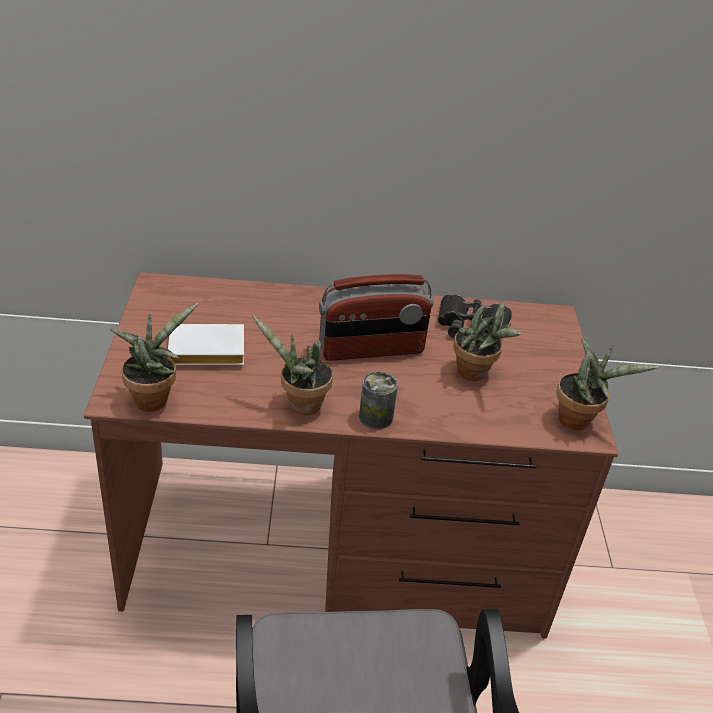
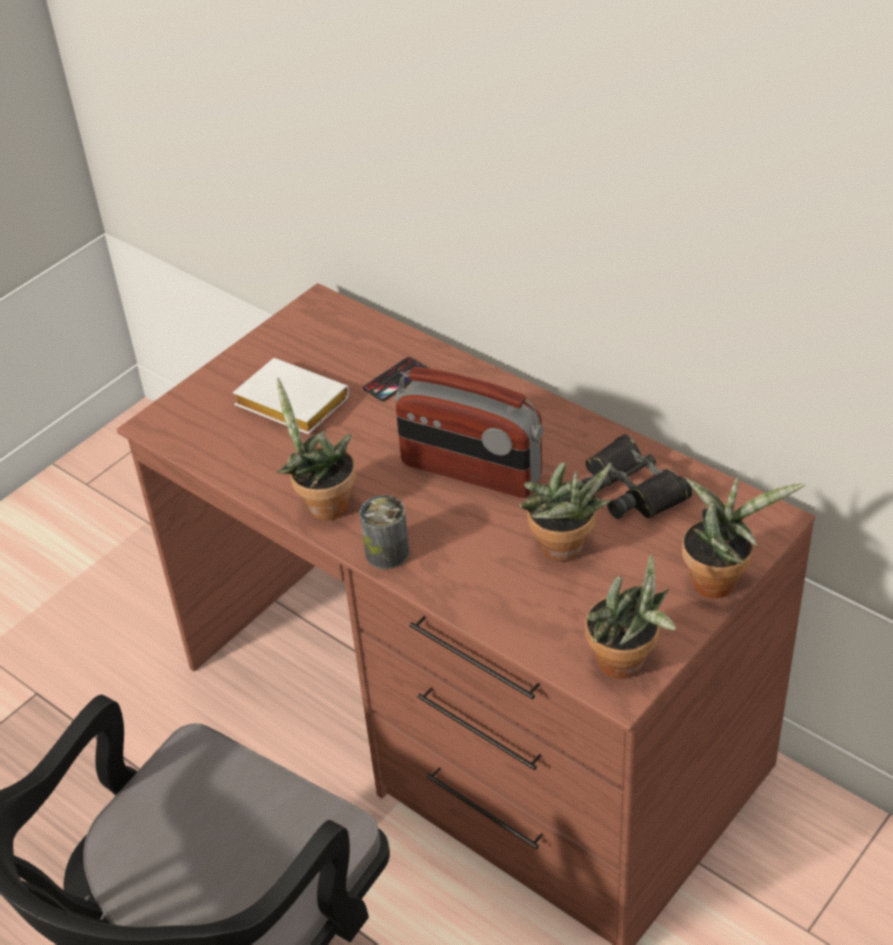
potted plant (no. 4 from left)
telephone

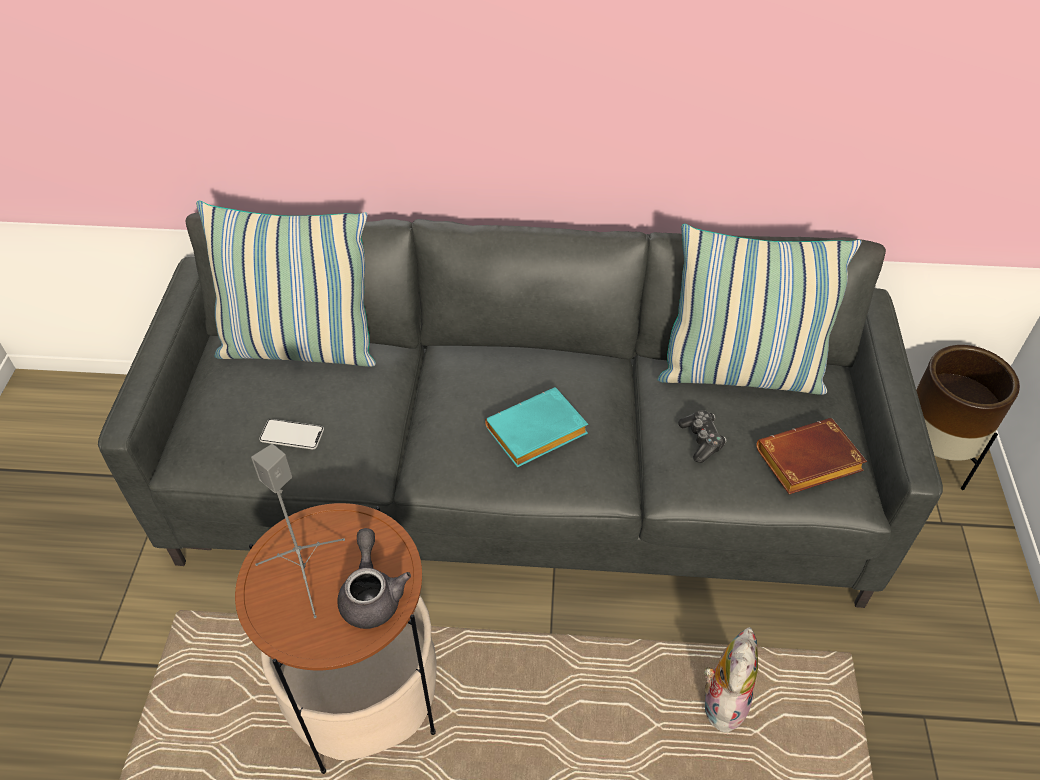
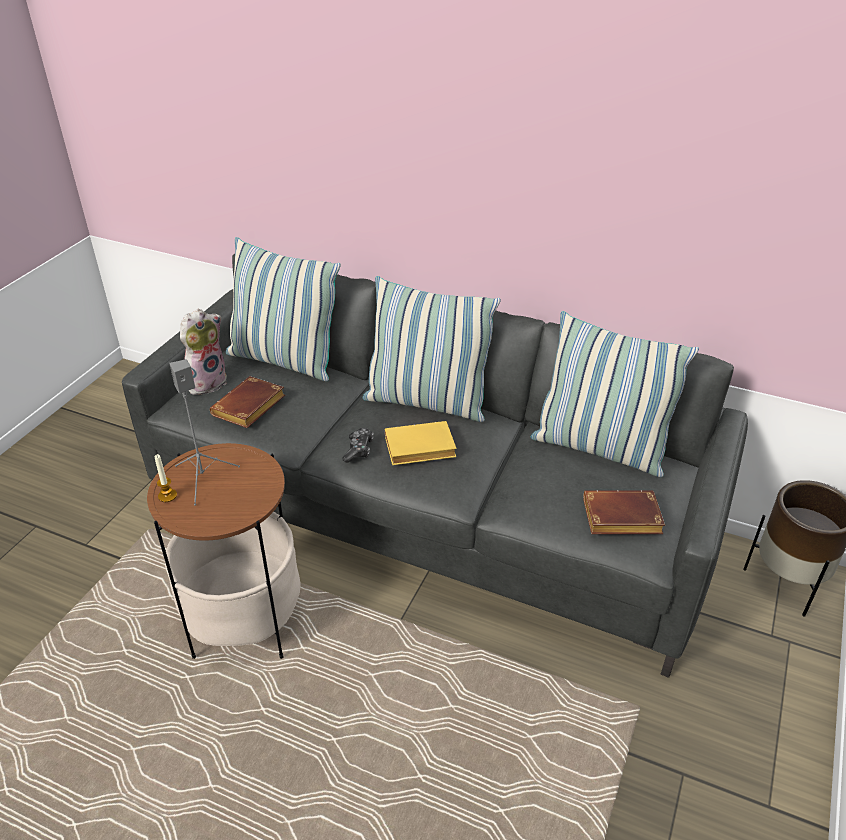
yellow bound book
joypad
brownish bound book (no. 1 from left)
gray teapot
cuddly toy
throw pillow (no. 2 from left)
wax light

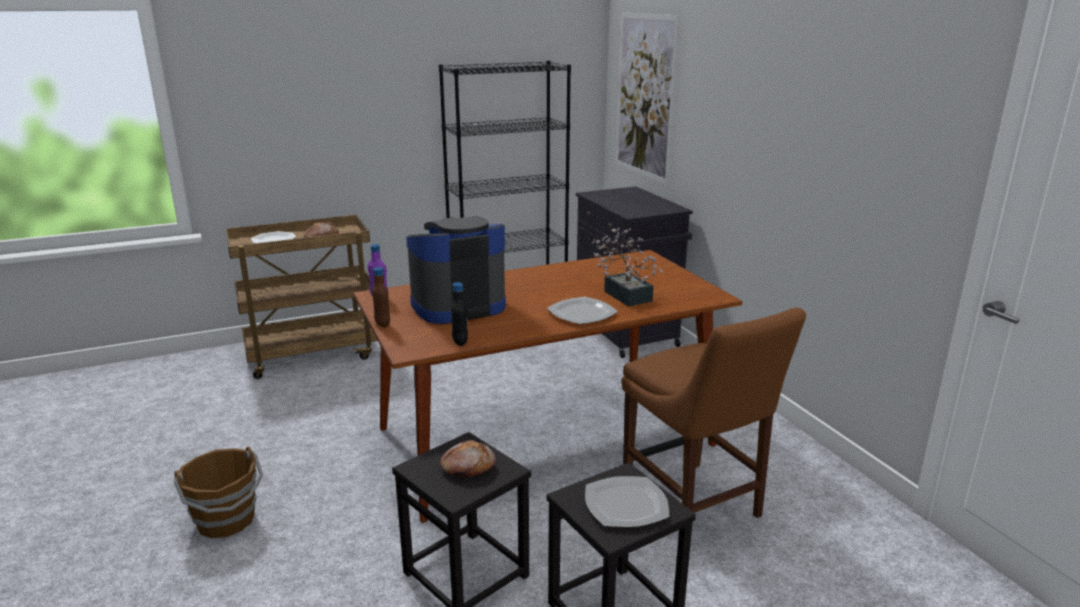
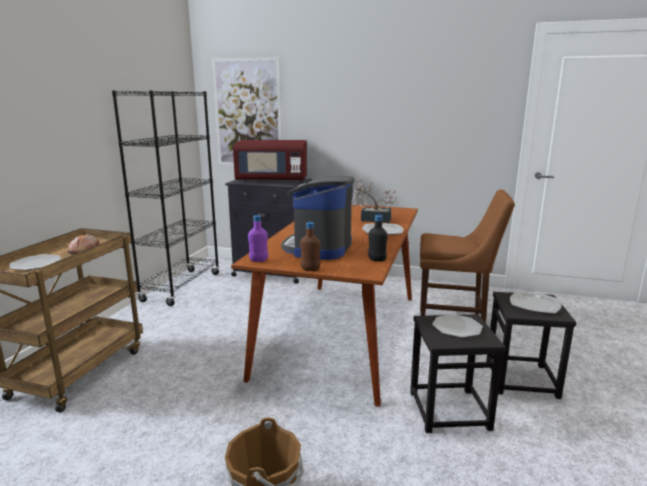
plate (no. 3 from left)
reddish microwave oven

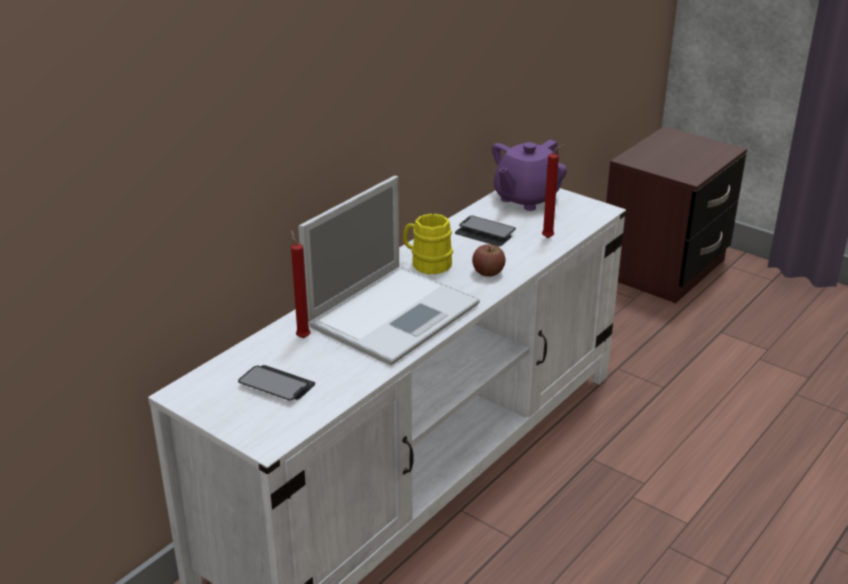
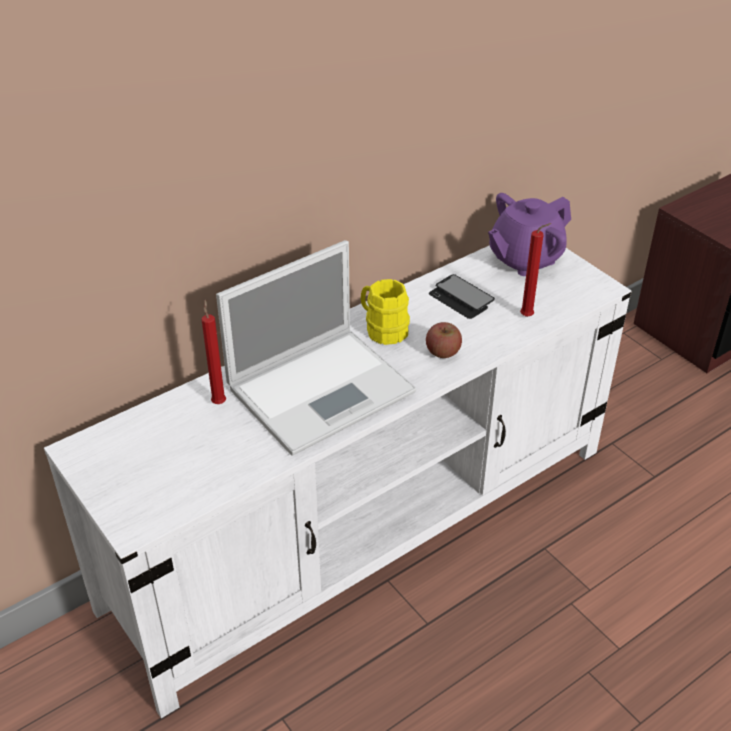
telephone (no. 1 from left in the first image)

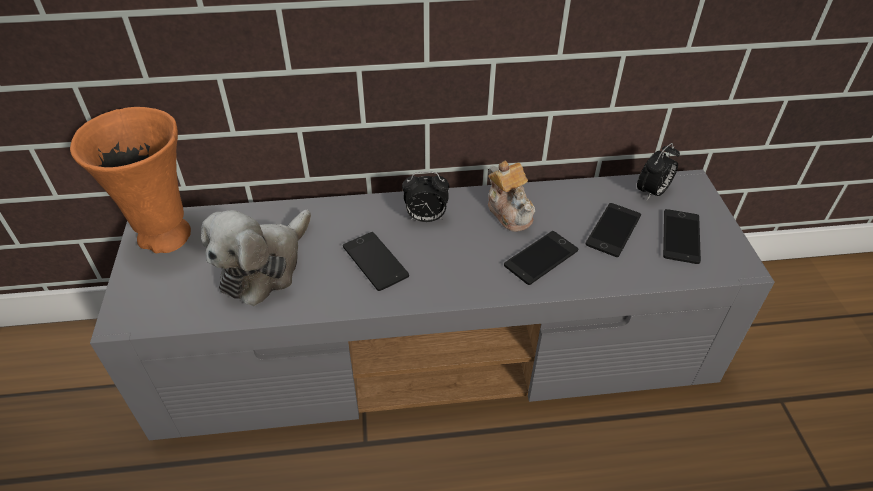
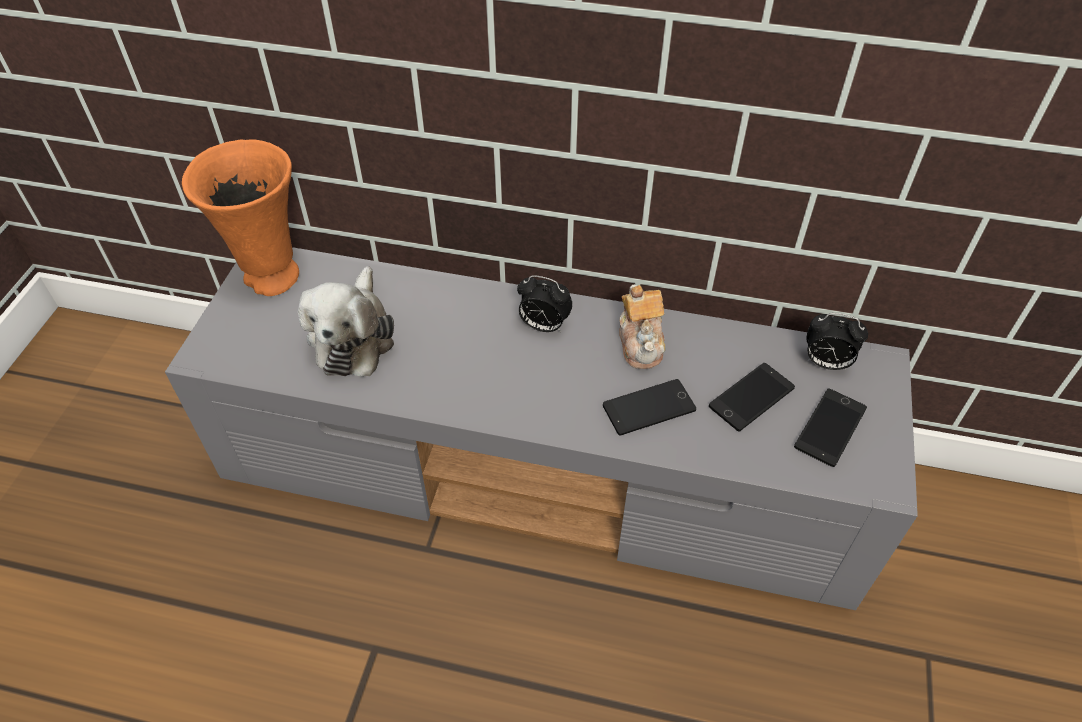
bedside clock (no. 2 from left)
cuddly toy
telephone (no. 1 from left in the first image)

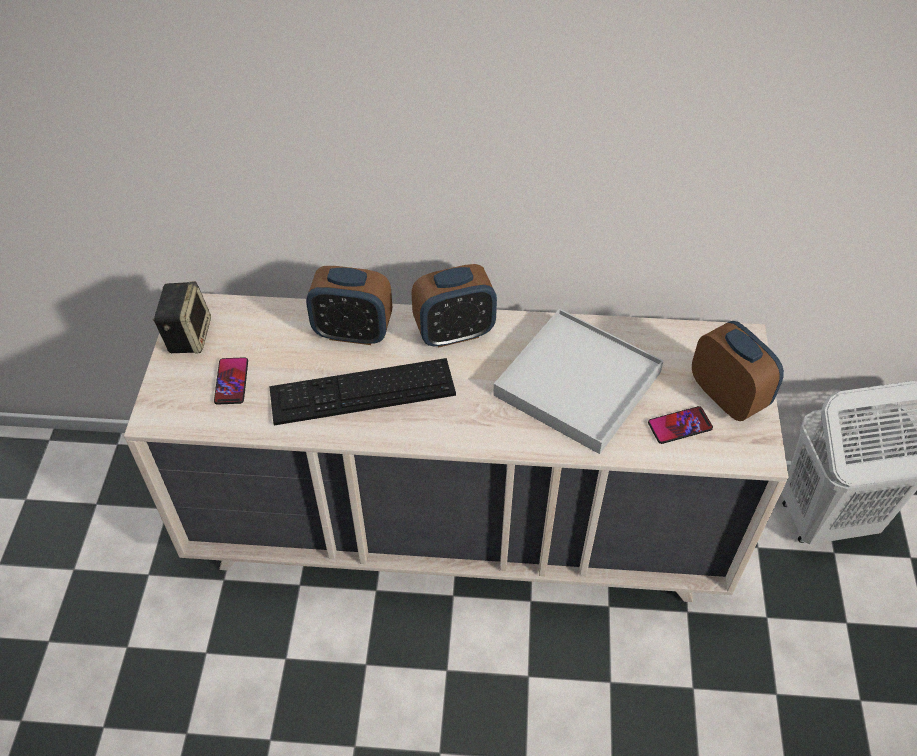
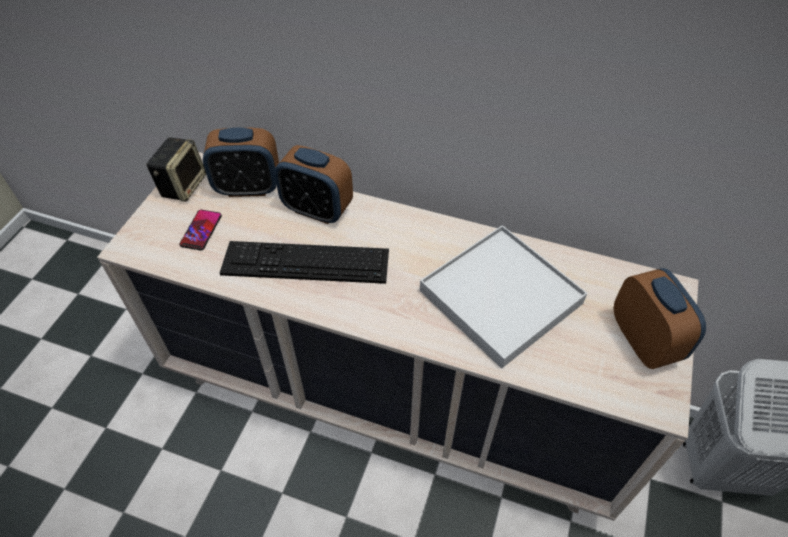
bedside clock (no. 1 from left)
telephone (no. 2 from left in the first image)

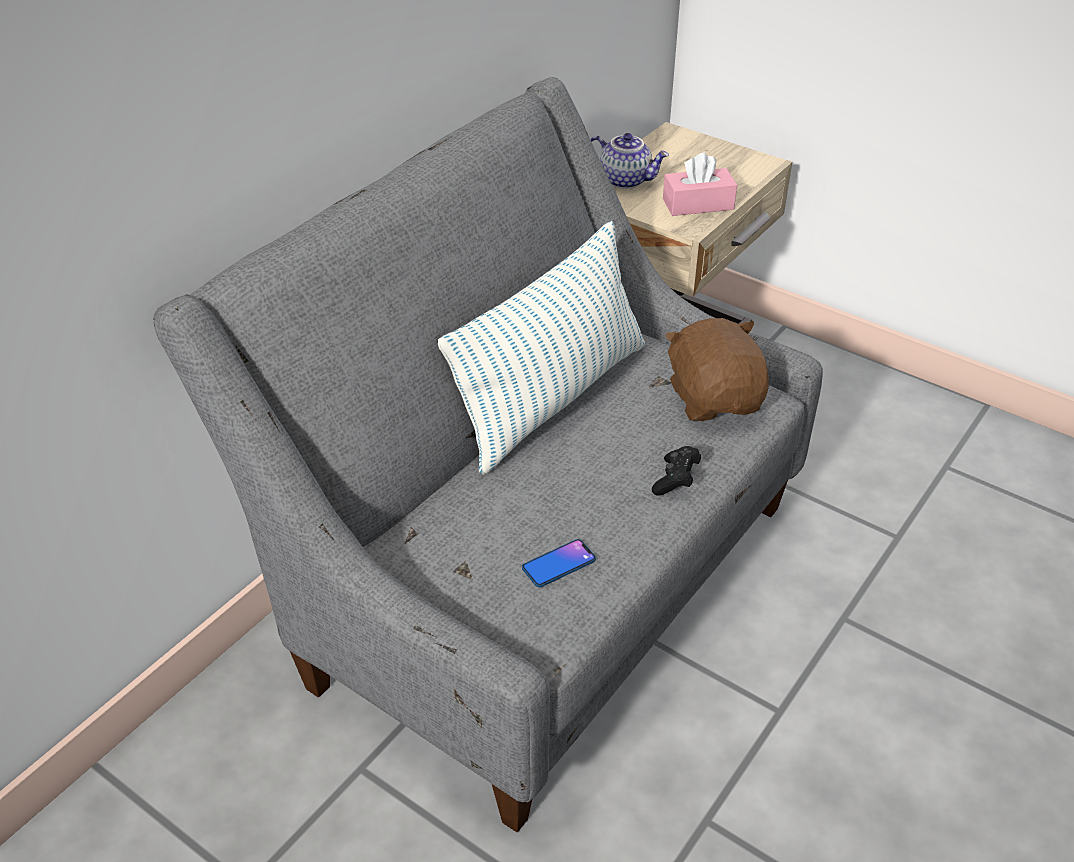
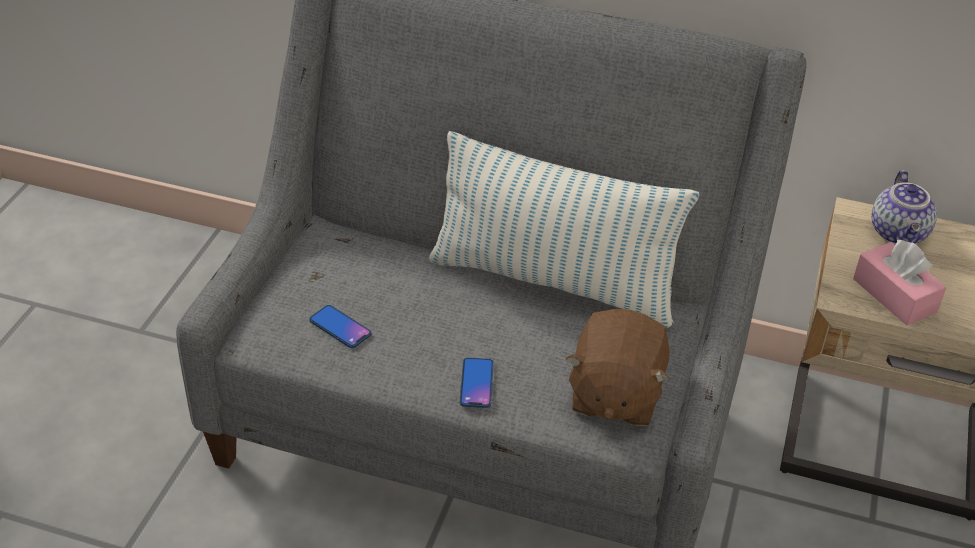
brownish cuddly toy
telephone (no. 2 from left)

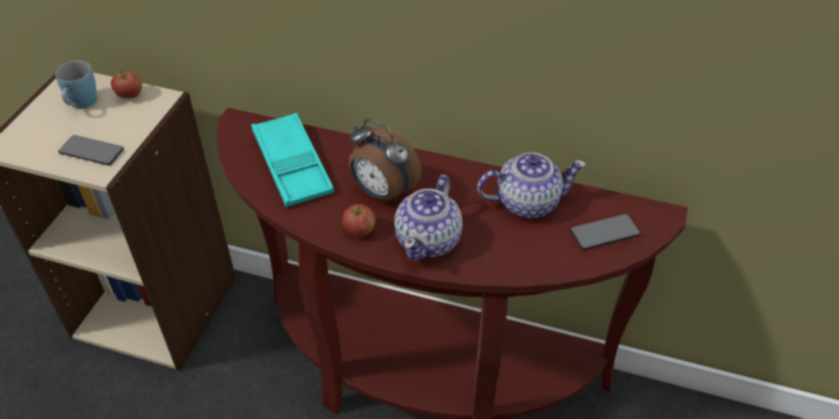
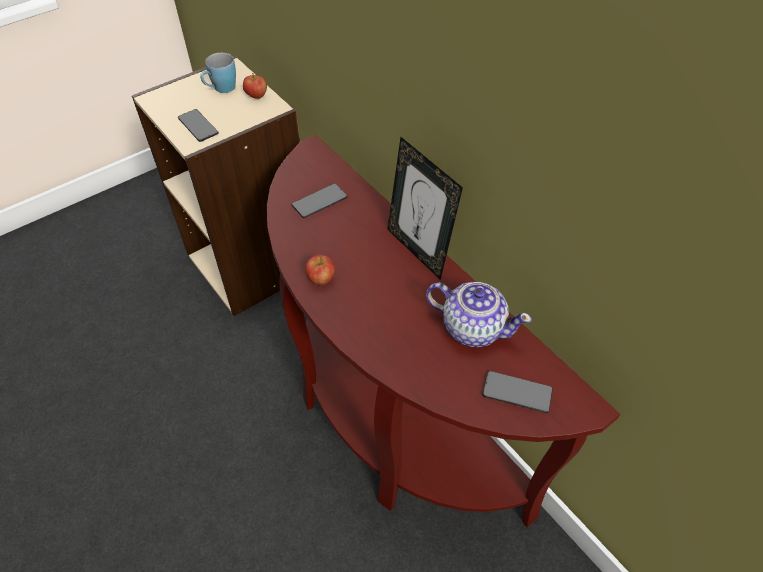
telephone (no. 2 from left)
bedside clock
teapot (no. 1 from left in the first image)
standing frame

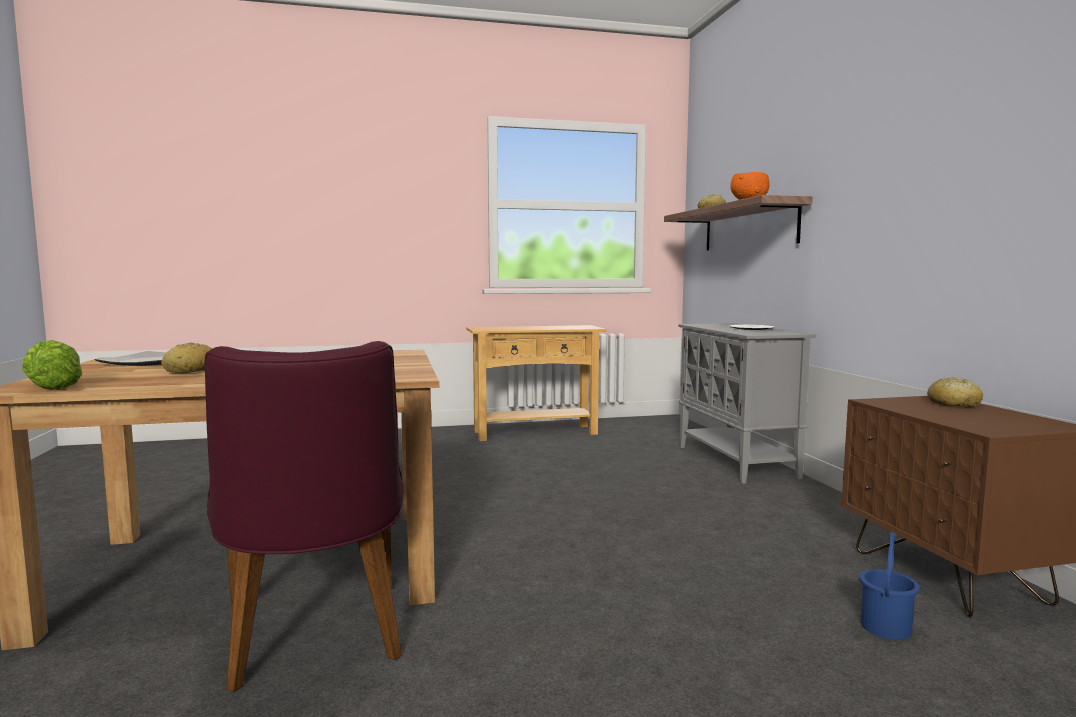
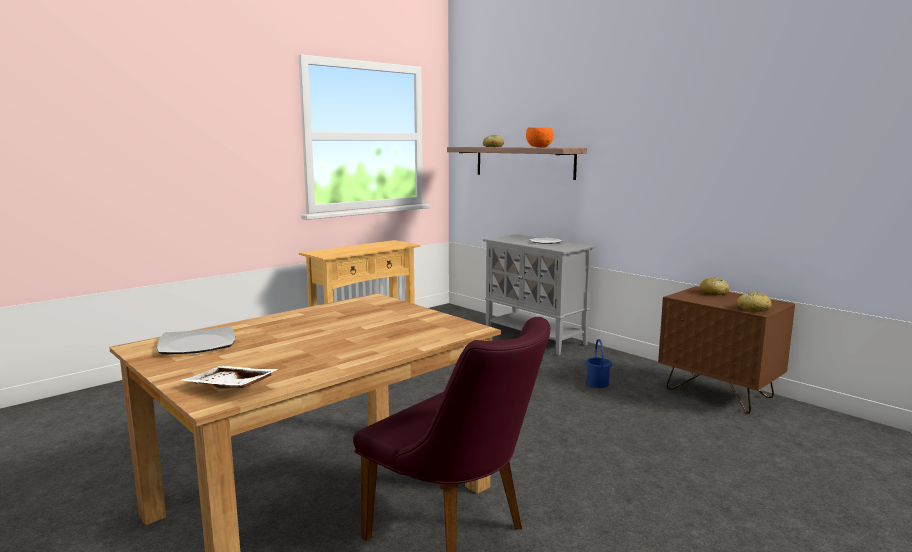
whitish carrying tray
bakery bread (no. 3 from left)
bluish water bucket

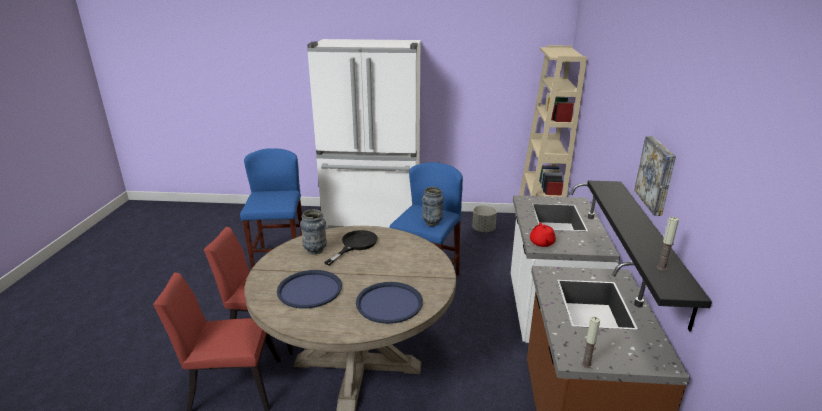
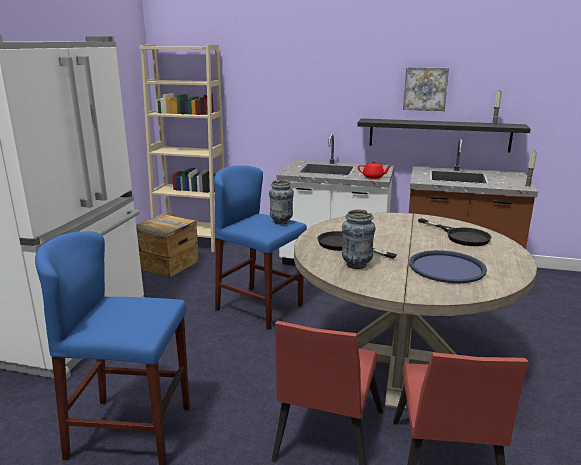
packing crate
blackish skillet (no. 2 from left)

